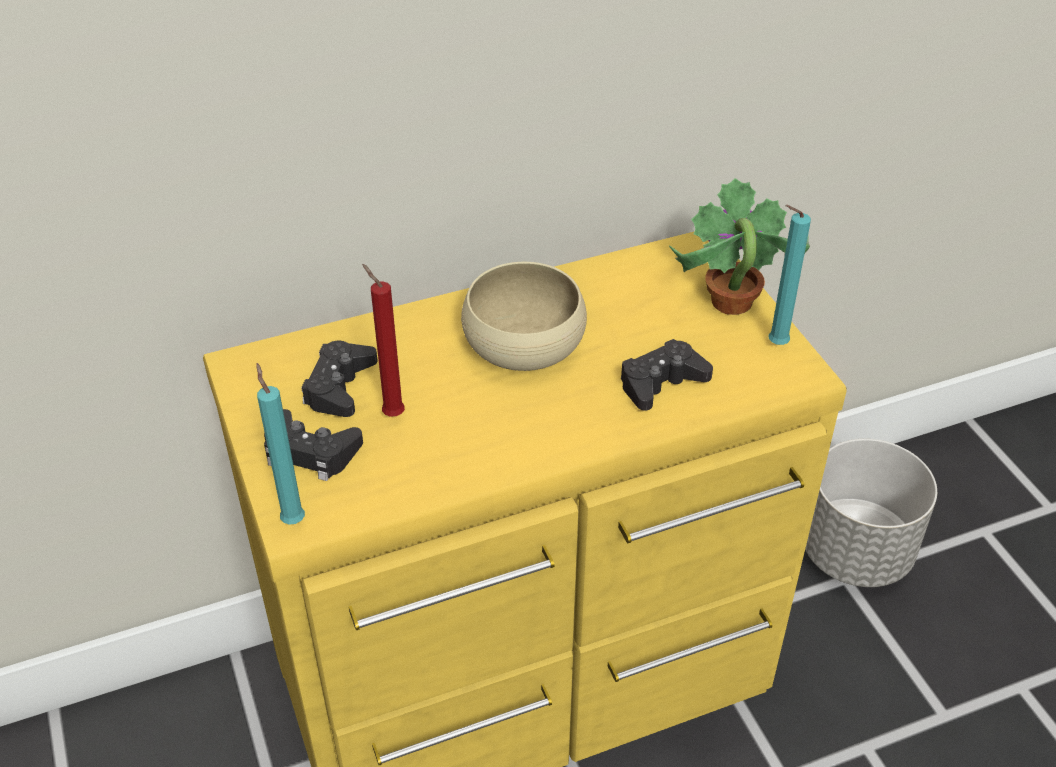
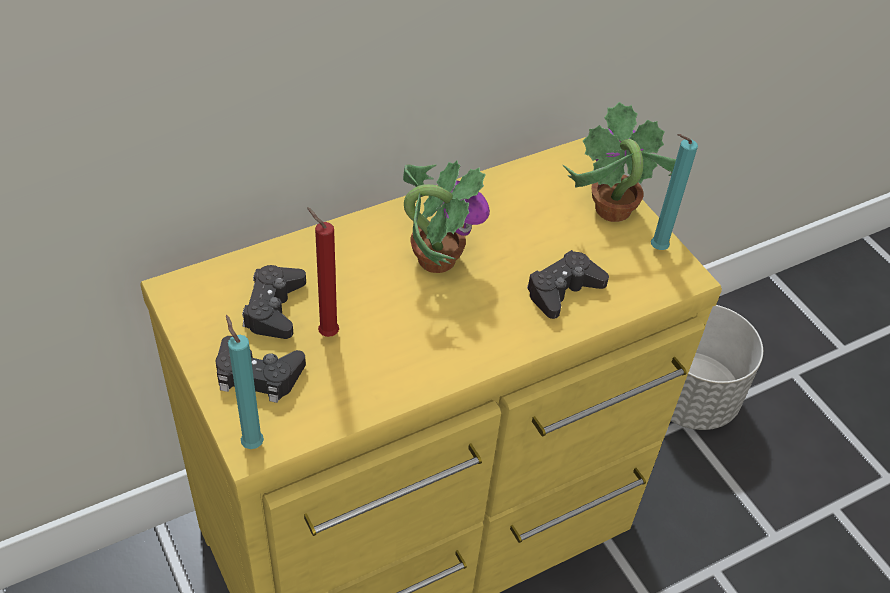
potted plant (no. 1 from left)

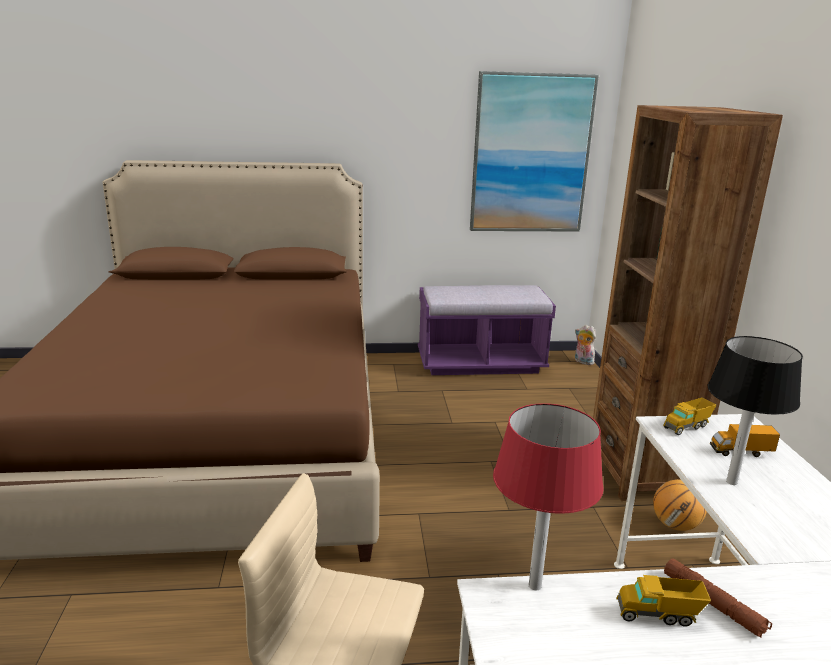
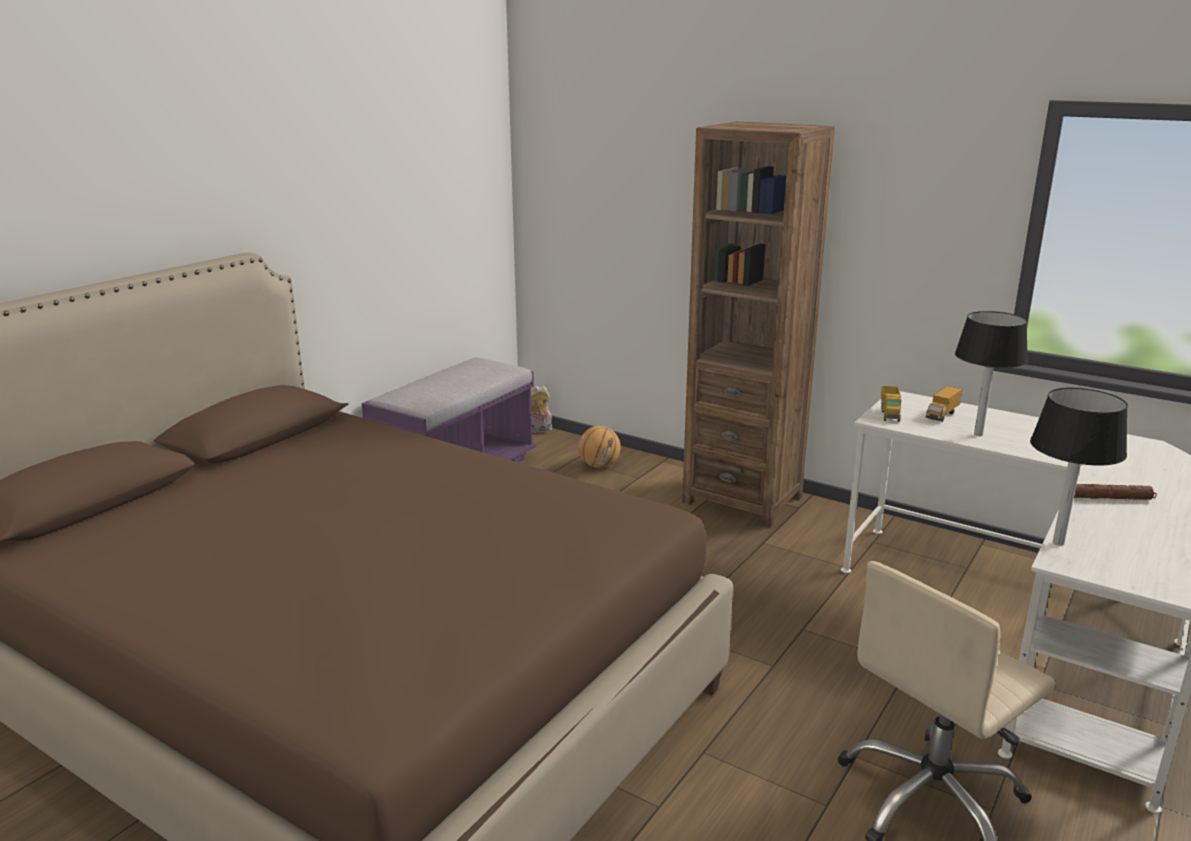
wall art
blackish tabletop lamp (no. 2 from left)
basketball ball
model truck (no. 1 from left in the first image)

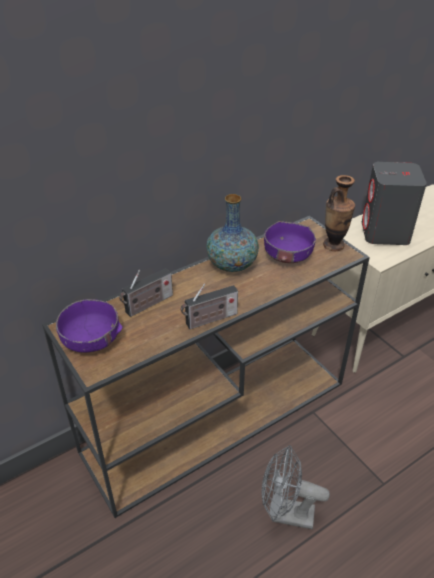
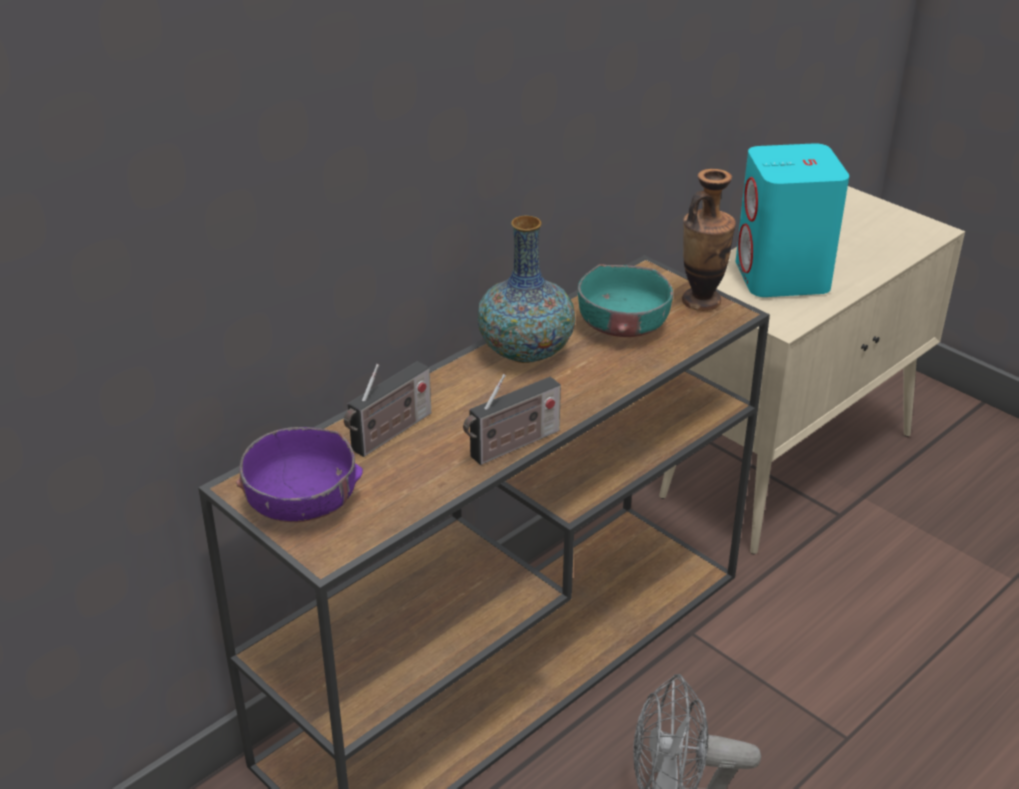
turquoise audio speaker
turquoise bowl

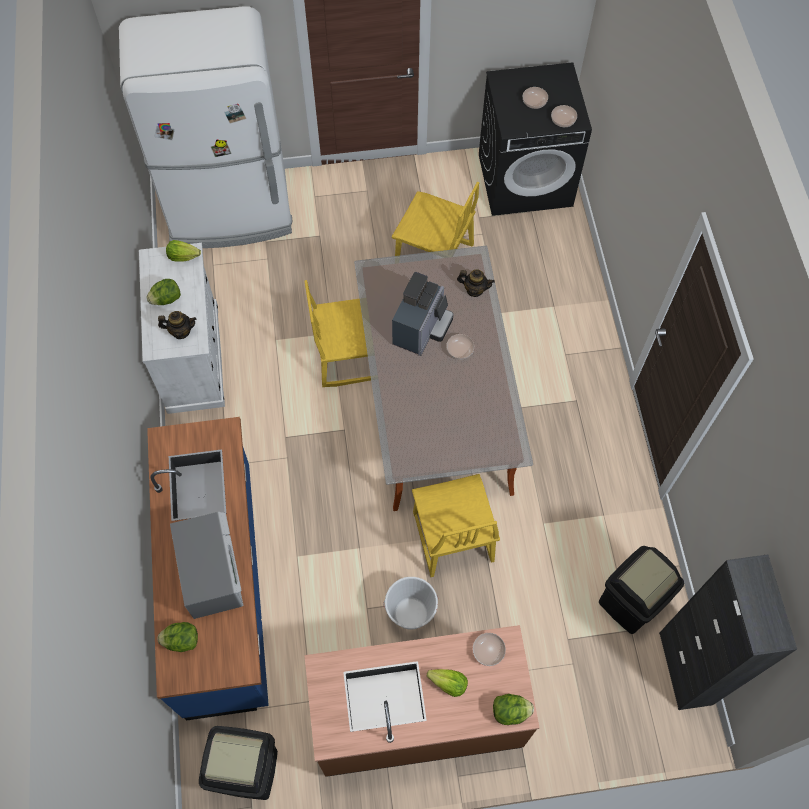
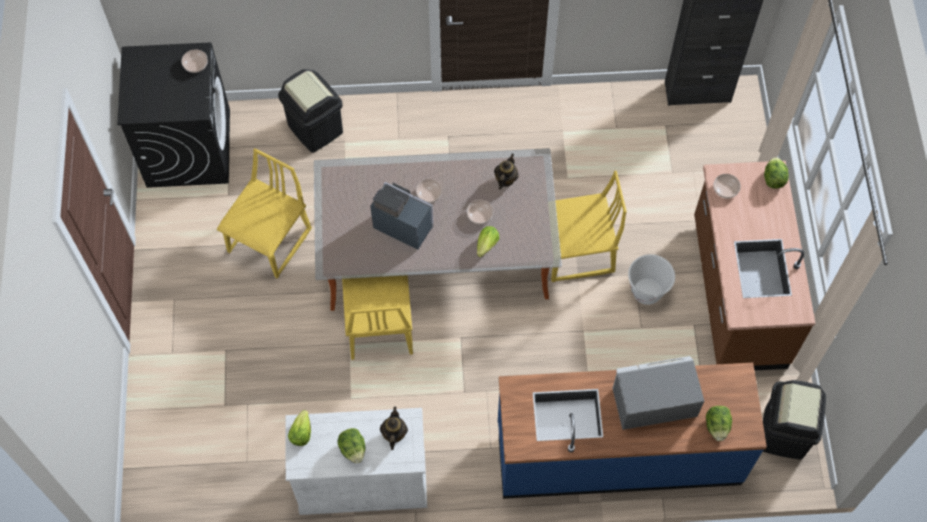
whitish kitchen fridge
bowl (no. 3 from left)
teapot (no. 2 from left)
blackish trash can (no. 1 from left)
head of lettuce (no. 3 from left)

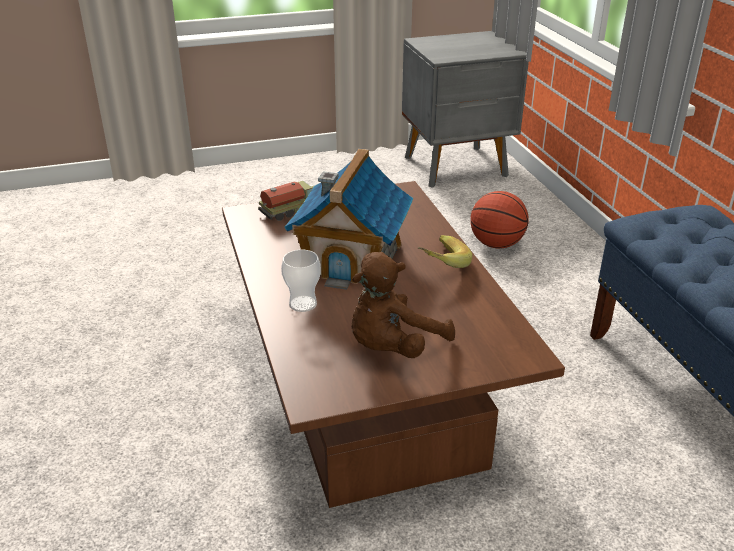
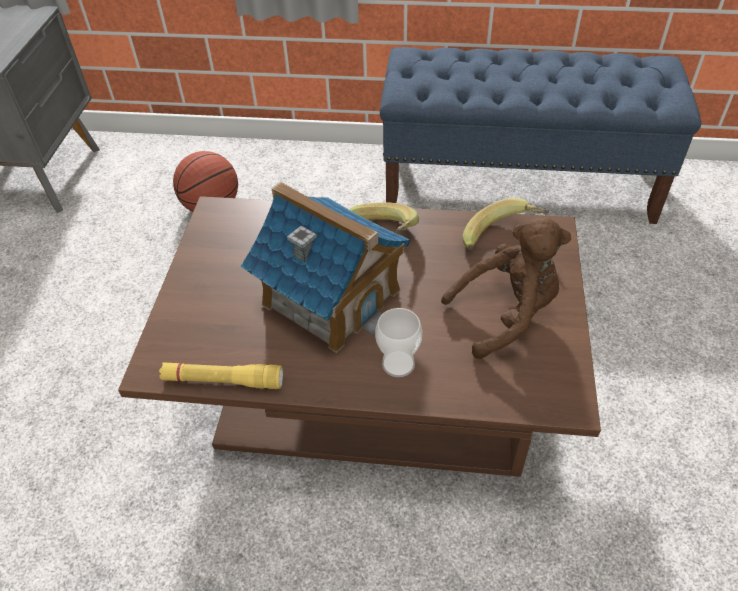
model truck
brownish cuddly toy
banana fruit (no. 2 from left)
yellow flashlight

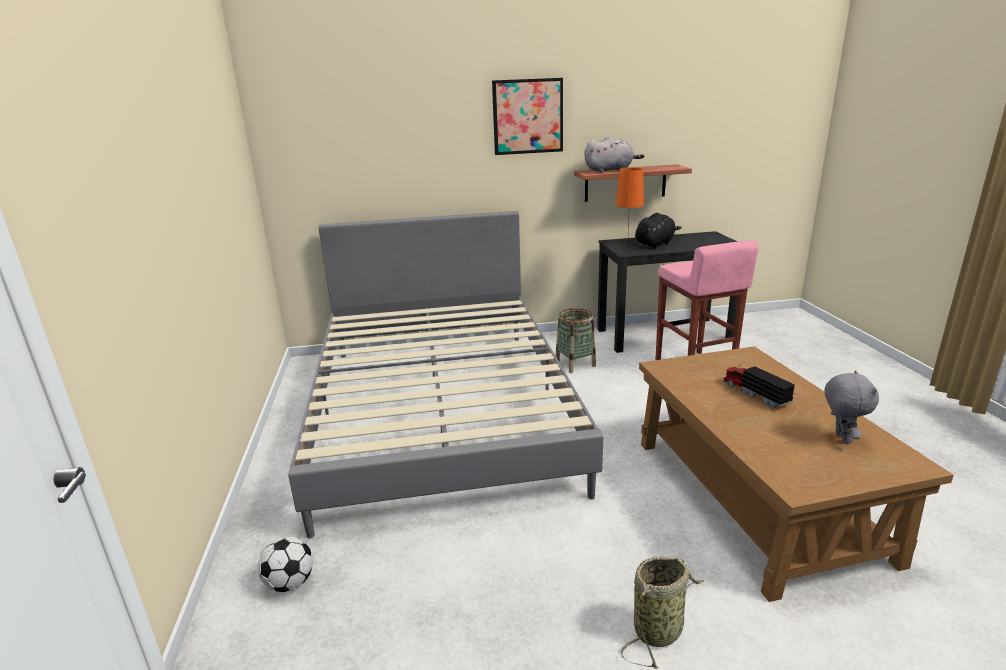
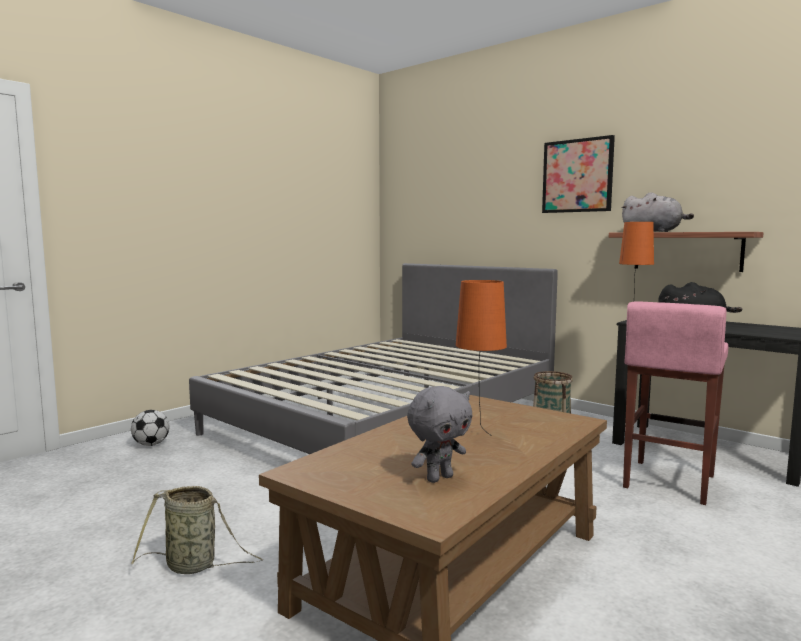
orange tabletop lamp (no. 1 from left)

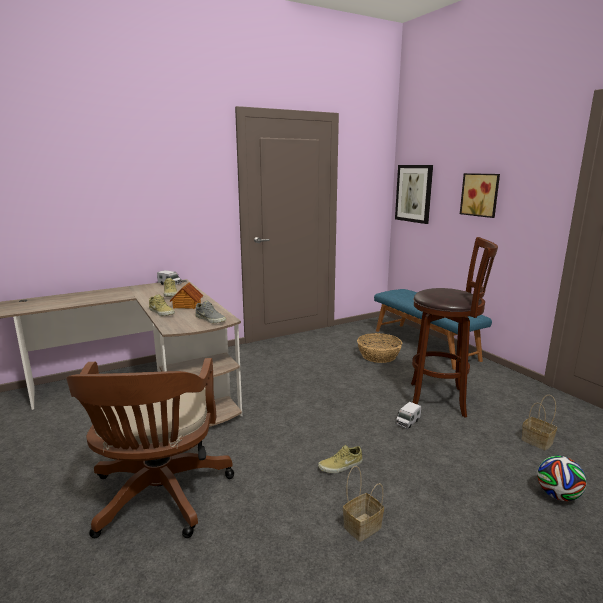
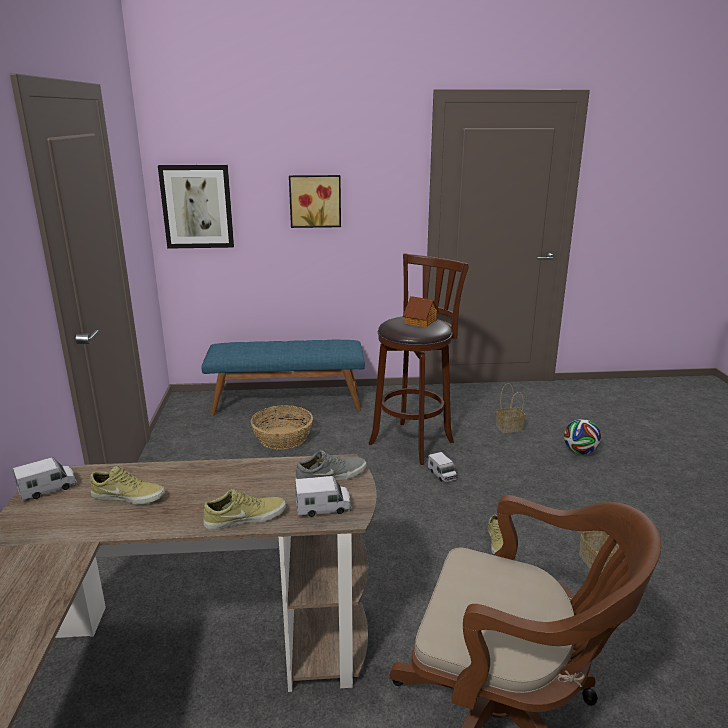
model house
model truck (no. 2 from left)

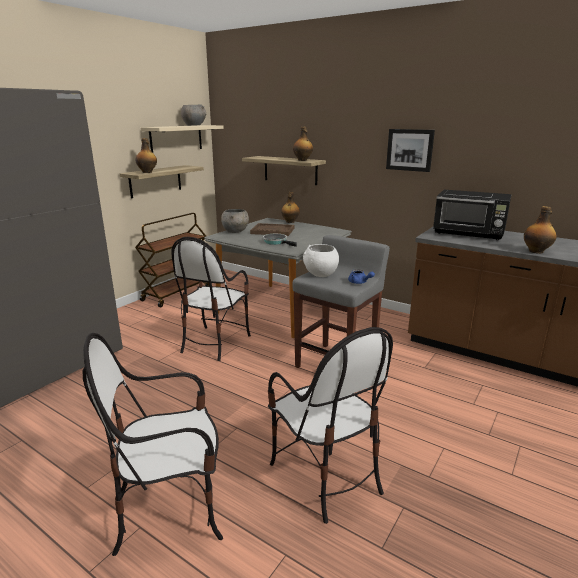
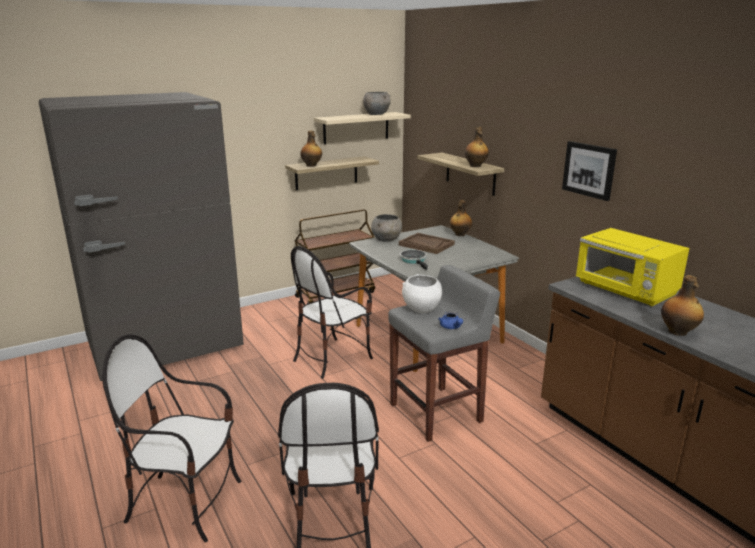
yellow microwave oven

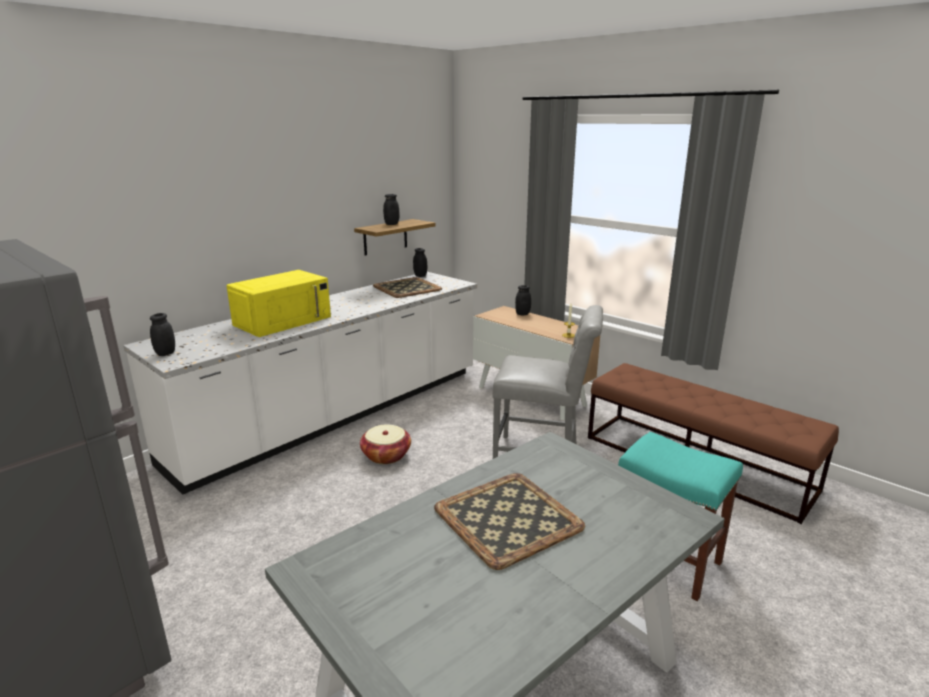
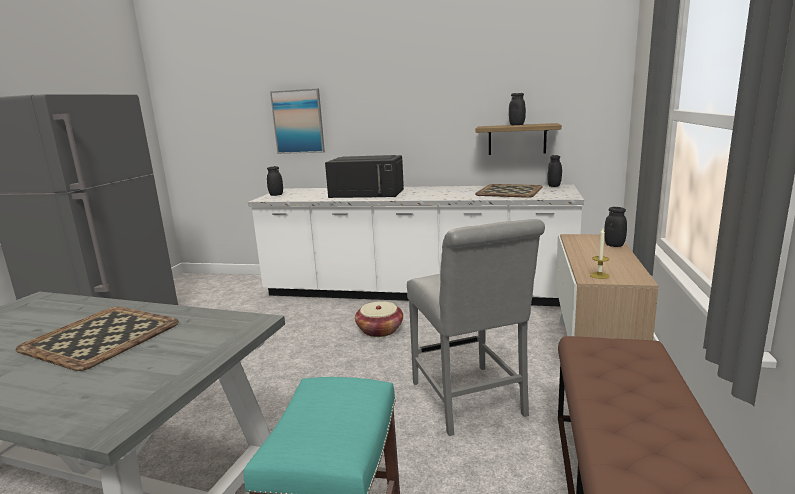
blackish microwave oven
wall art

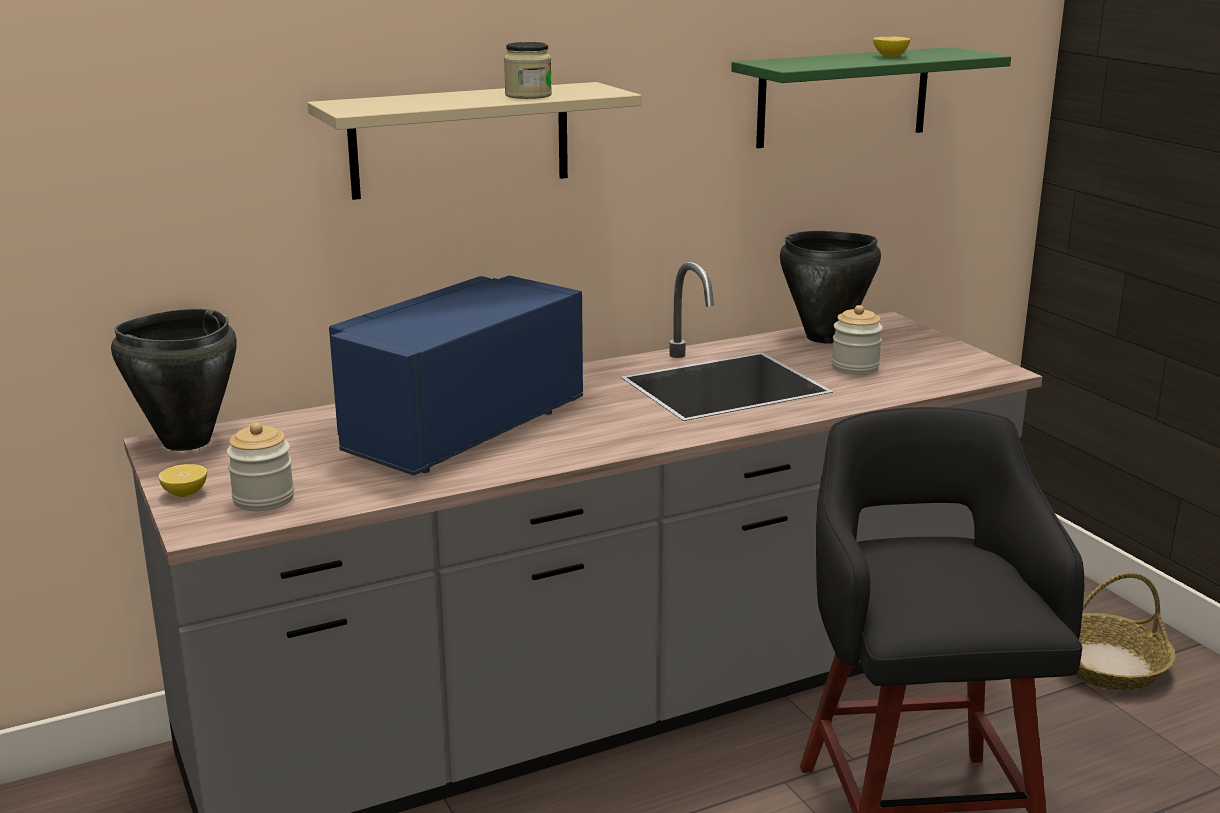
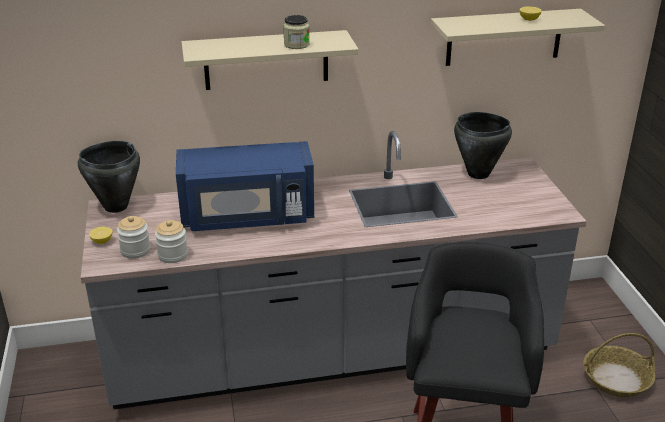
sand-coloured wall shelf (no. 2 from left)
bluish microwave oven
jar (no. 2 from left)

